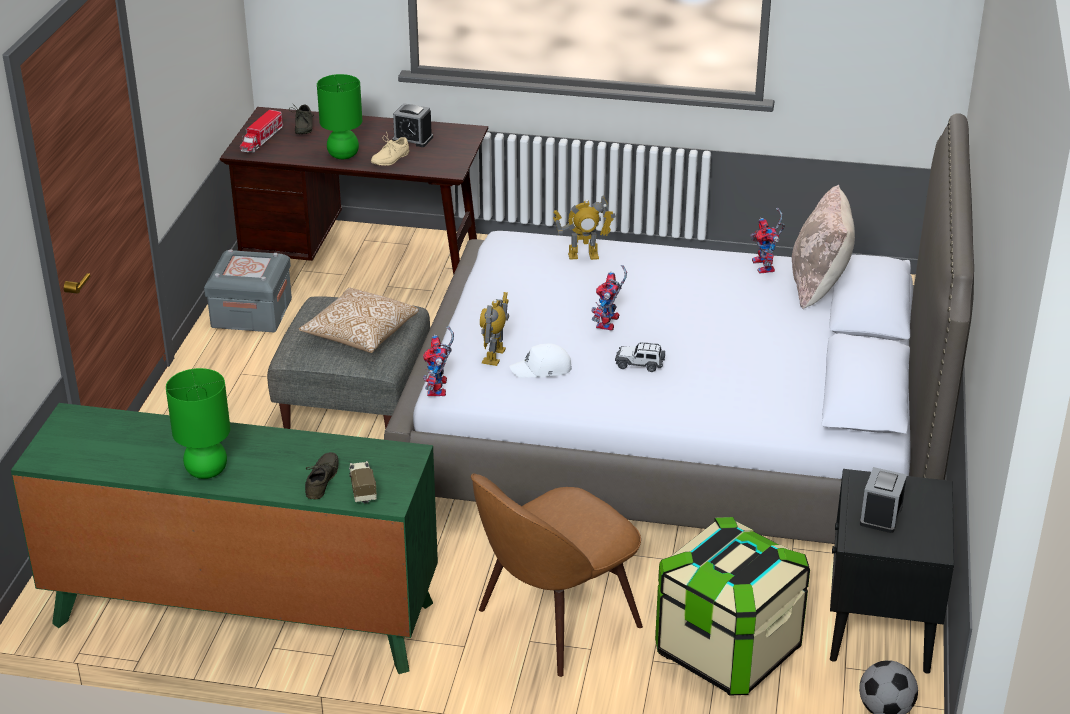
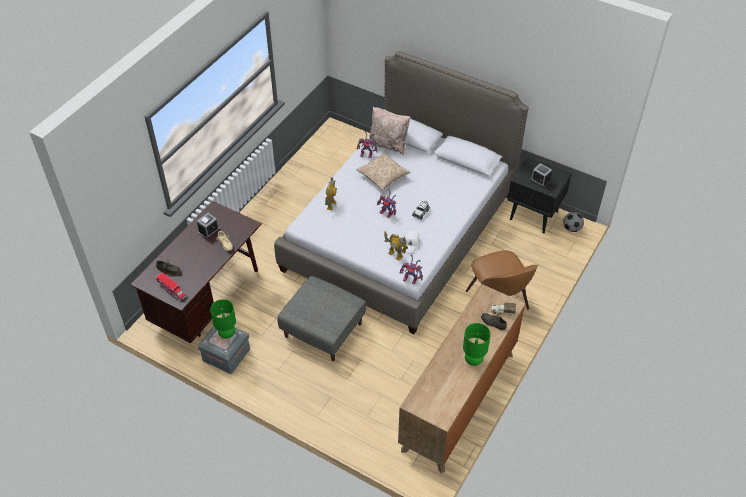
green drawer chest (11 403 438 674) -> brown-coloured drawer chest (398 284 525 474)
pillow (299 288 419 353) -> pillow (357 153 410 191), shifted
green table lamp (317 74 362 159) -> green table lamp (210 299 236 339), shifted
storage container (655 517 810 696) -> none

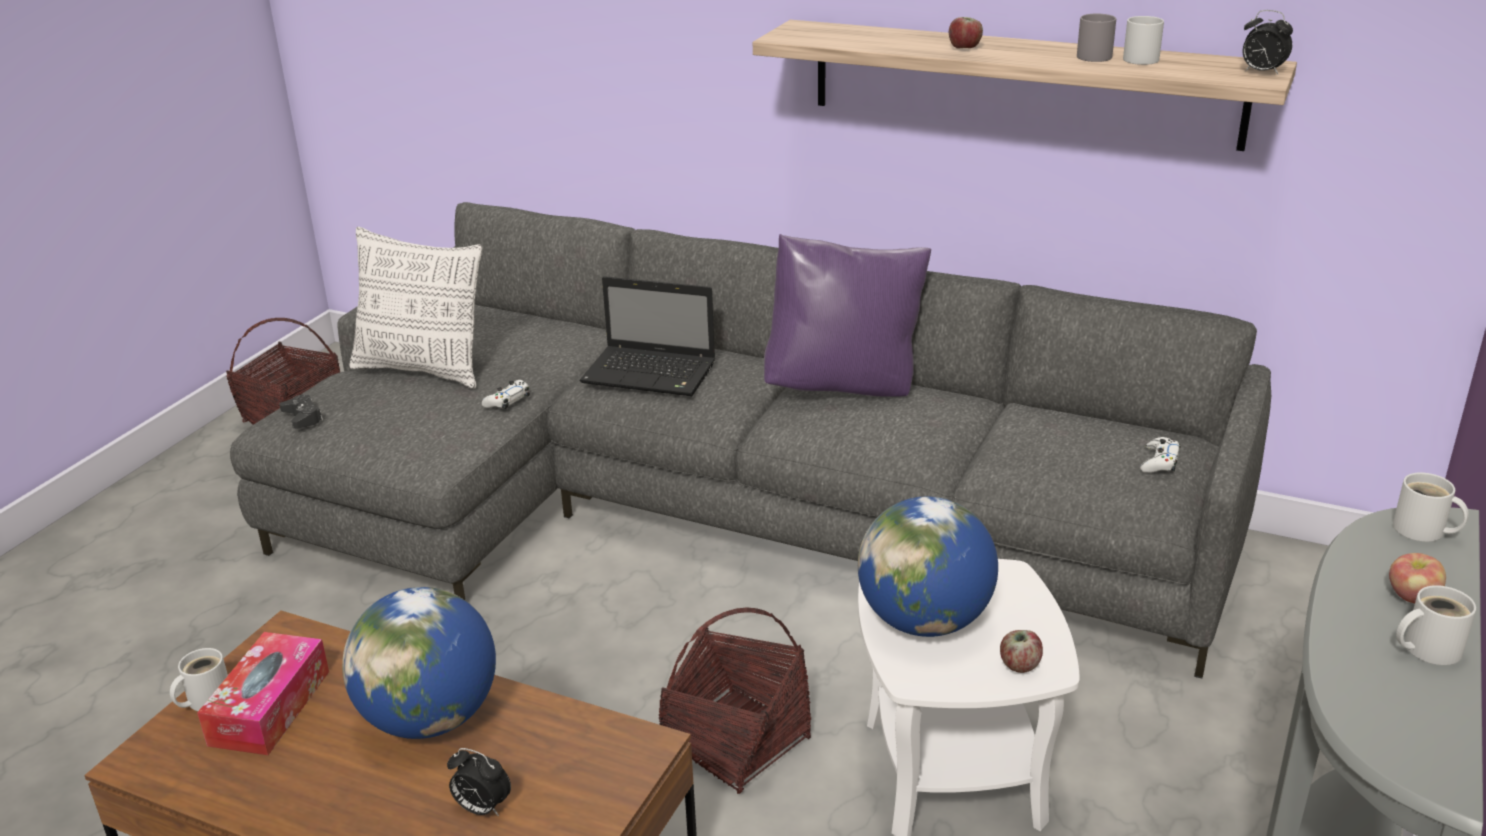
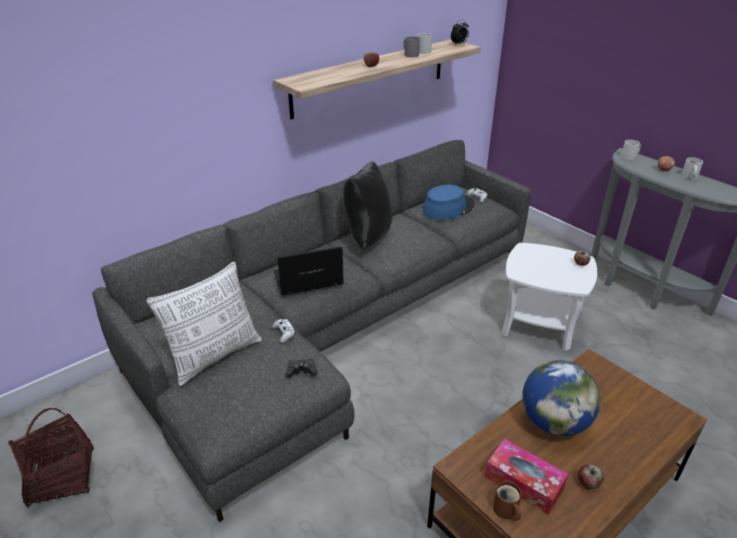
white-coloured tea mug (170 648 228 711) -> brown-coloured tea mug (493 481 522 521)
blackish gamepad (279 395 323 429) -> blackish gamepad (286 358 317 378), shifted
table clock (447 748 511 816) -> none
notebook computer (580 276 715 396) -> notebook computer (274 246 344 295), 150 degrees counterclockwise
basket (659 607 811 794) -> none
purple-coloured pillow (764 234 931 397) -> blackish pillow (343 161 393 250)
world globe (858 496 998 637) -> none
none -> blue wearable hat (423 185 474 220)
none -> whole apple (578 464 604 489)

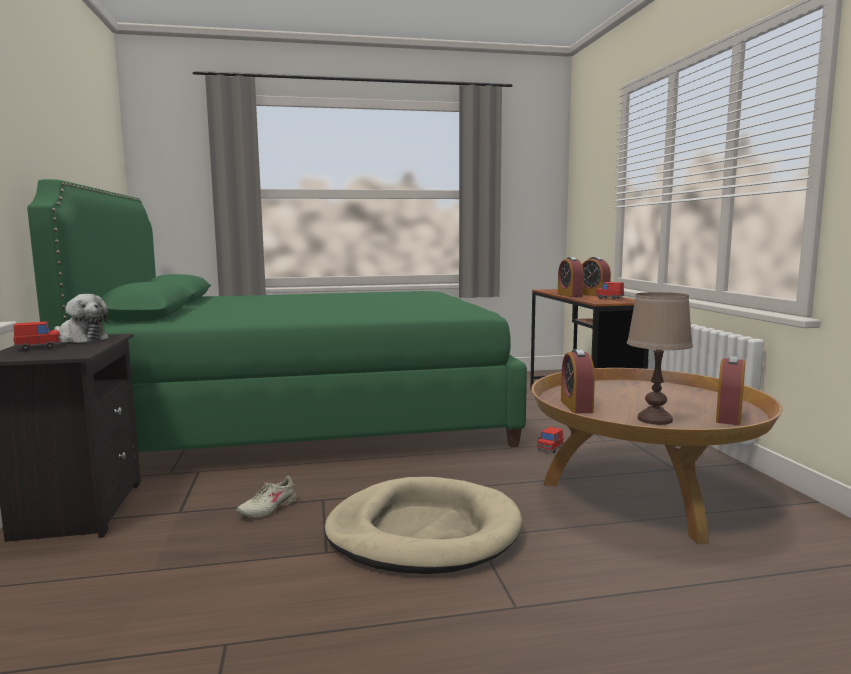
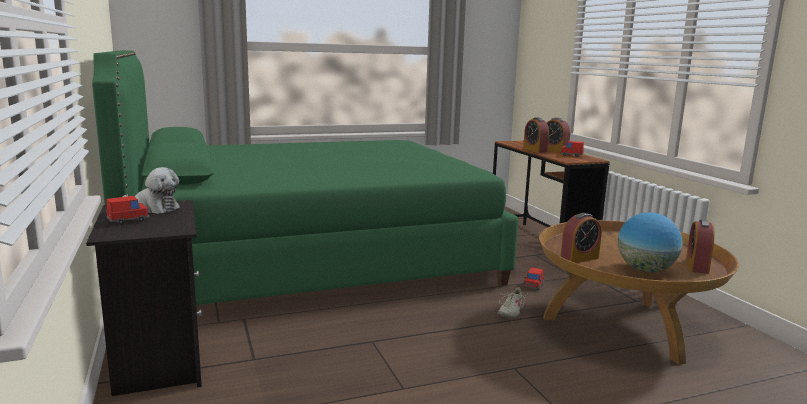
sand-coloured shoe (236 476 297 518) -> sand-coloured shoe (498 287 527 318), shifted
sand-coloured pet bed (324 477 523 574) -> none
table clock (561 349 595 413) -> table clock (561 213 602 263), 105 degrees counterclockwise
brown-coloured table lamp (627 292 693 425) -> world globe (618 212 682 272)

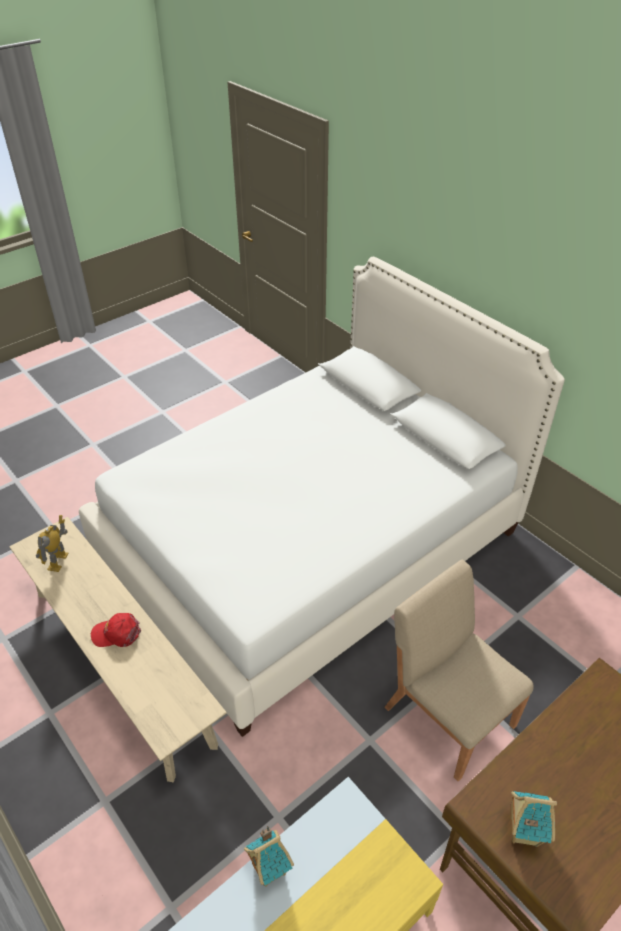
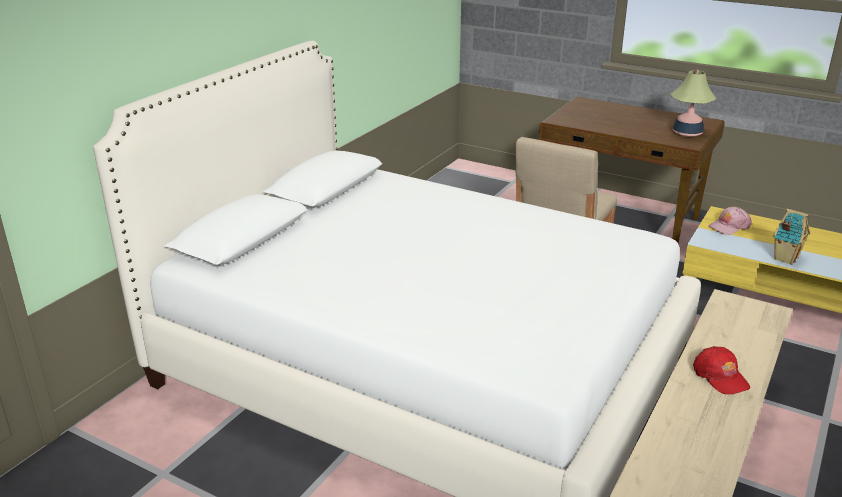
toy robot (36 515 69 572) -> none
miniature house (511 791 557 847) -> table lamp (670 70 717 137)
none -> pink peaked cap (708 207 752 235)

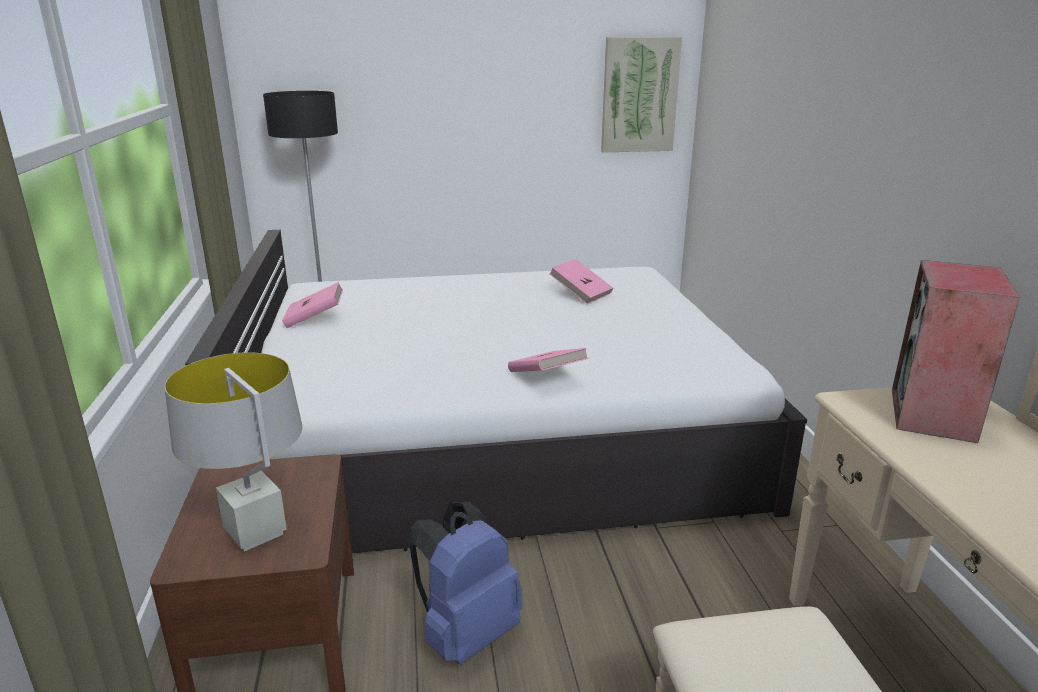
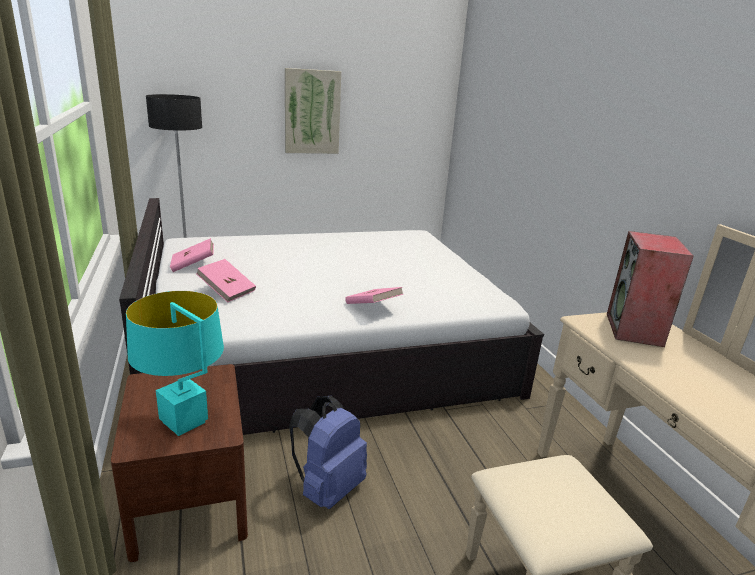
greyish table lamp (165 352 302 551) -> blue-green table lamp (126 291 224 436)
pink volume (549 259 613 304) -> pink volume (196 259 256 302), shifted
wall picture (601 37 682 153) -> wall picture (285 68 341 154), shifted

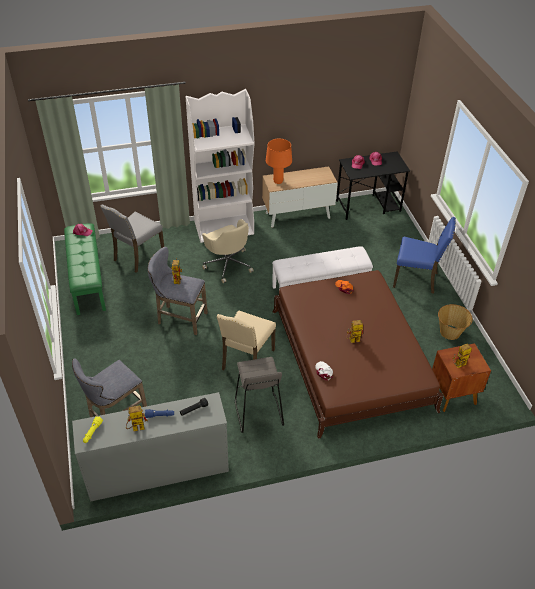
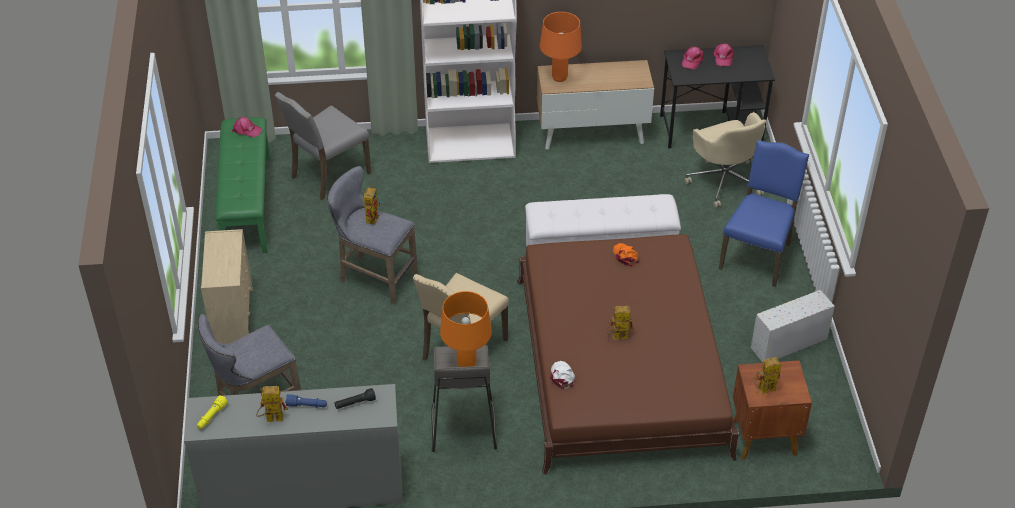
sand-coloured computer chair (202 219 254 283) -> sand-coloured computer chair (684 112 767 208), shifted
blue upright chair (393 217 456 294) -> blue upright chair (719 140 809 287), 90 degrees counterclockwise
basket (438 304 473 340) -> white-coloured storage container (751 290 835 363)
none -> sand-coloured drawer chest (201 229 253 345)
none -> orange table lamp (440 291 492 367)

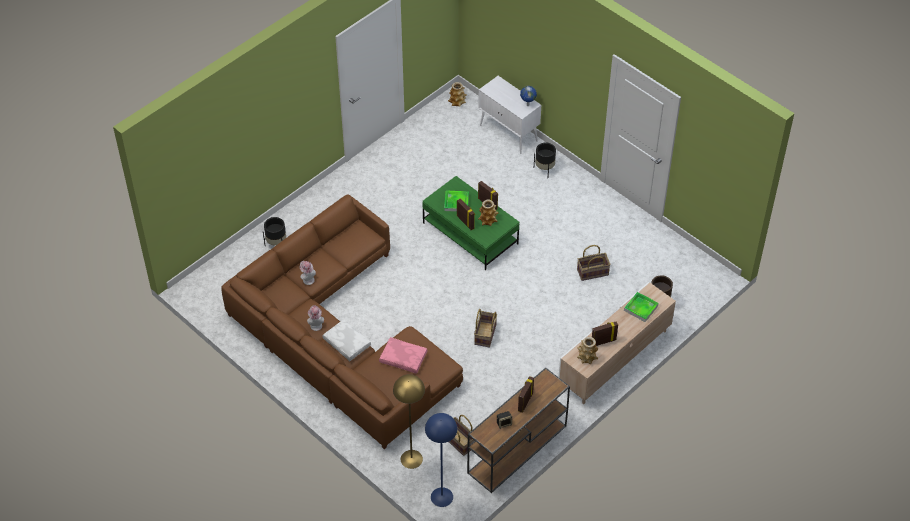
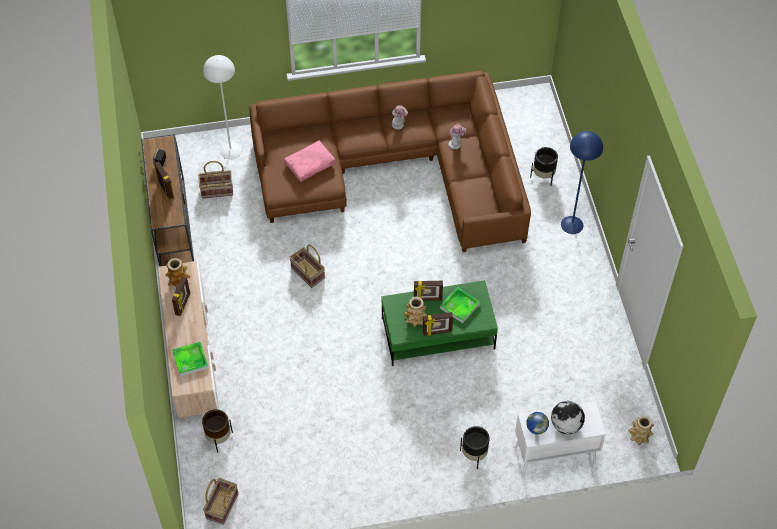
white-coloured pillow (323 319 371 361) -> none
yellowish standing lamp (393 374 425 469) -> white-coloured standing lamp (203 55 242 160)
blue standing lamp (425 413 458 507) -> blue standing lamp (561 131 603 234), shifted
basket (577 245 611 281) -> basket (203 478 238 525), shifted
none -> world globe (551 401 585 434)

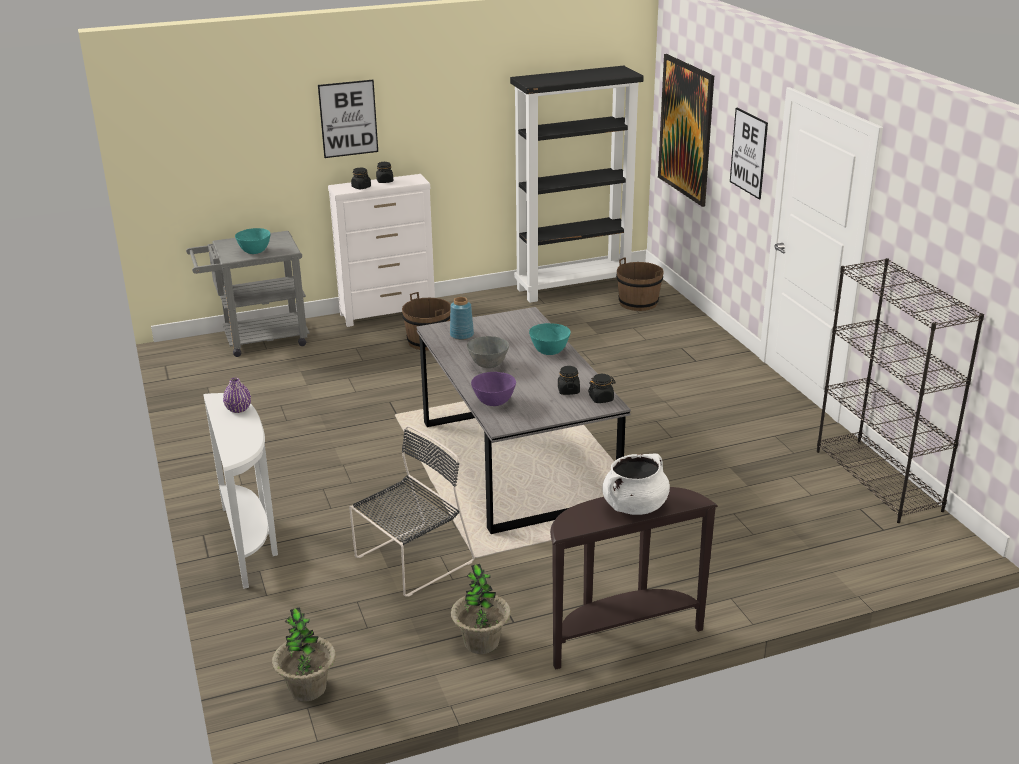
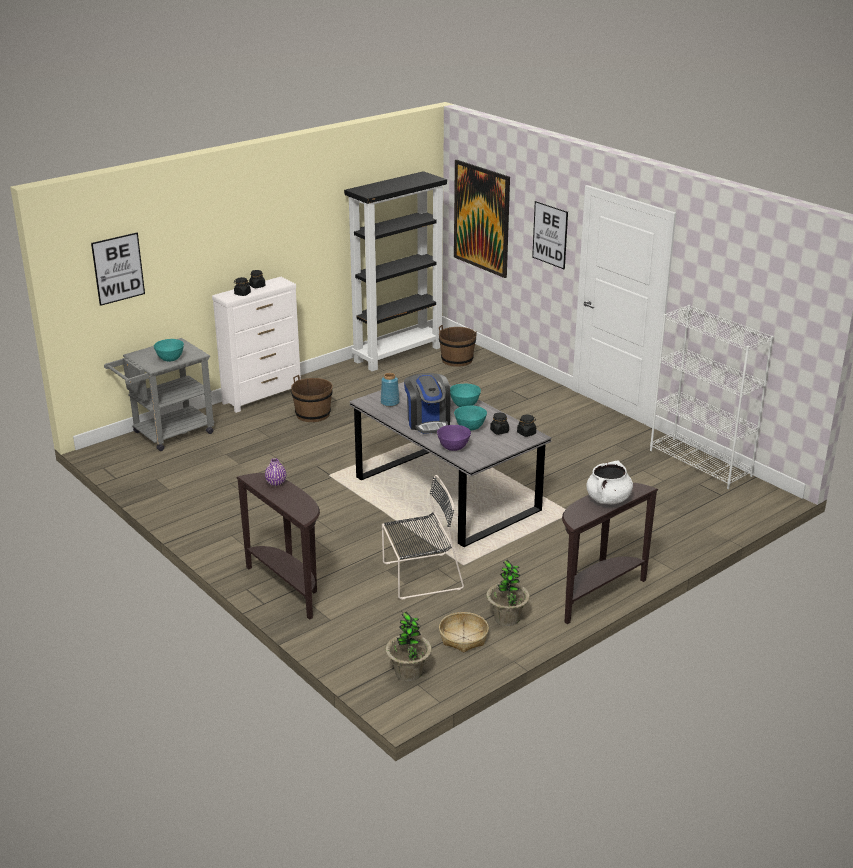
white-coloured console table (203 393 278 589) -> brown-coloured console table (237 473 320 620)
wall picture (318 80 378 158) -> wall picture (91 232 145 306), shifted
blackish upright chair (349 425 475 597) -> blackish upright chair (382 475 464 600), 45 degrees clockwise
greyish bowl (467 336 509 368) -> coffee machine (404 373 451 434)
blackish bookshelf (817 258 984 523) -> white-coloured bookshelf (650 305 774 489)
none -> basket (439 612 489 652)
none -> blue-green bowl (454 406 487 431)

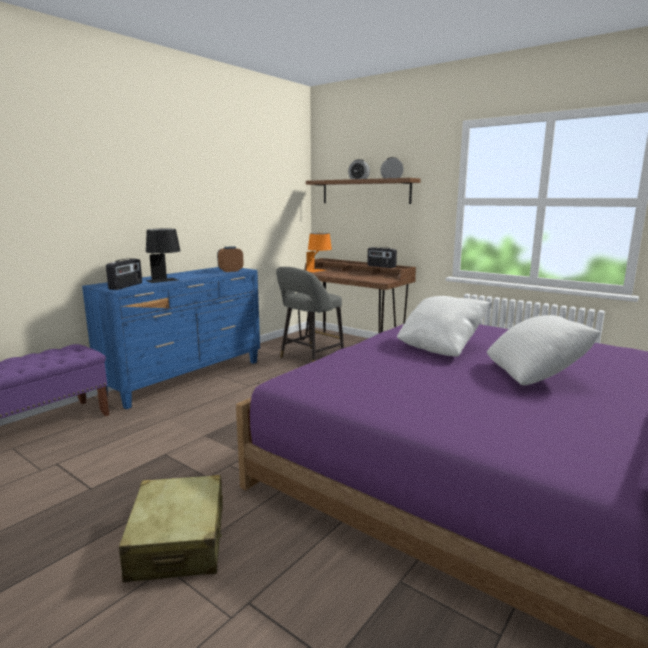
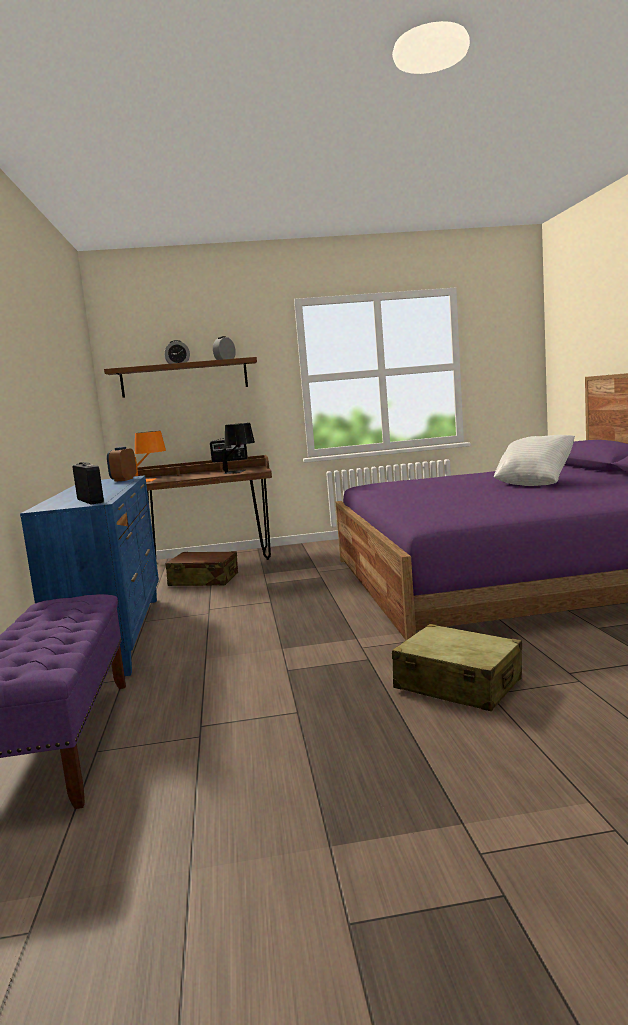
blackish table lamp (146 229 180 283) -> blackish table lamp (221 423 255 474), shifted
greyish stool seat (276 267 344 362) -> brown-coloured travel case (166 551 238 586)
white-coloured pillow (397 296 490 357) -> none

